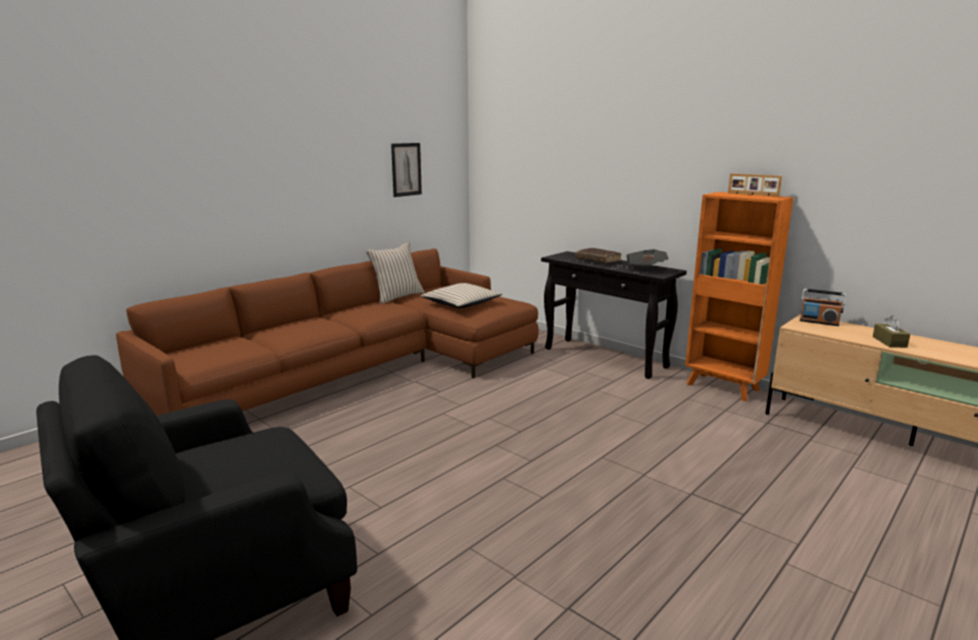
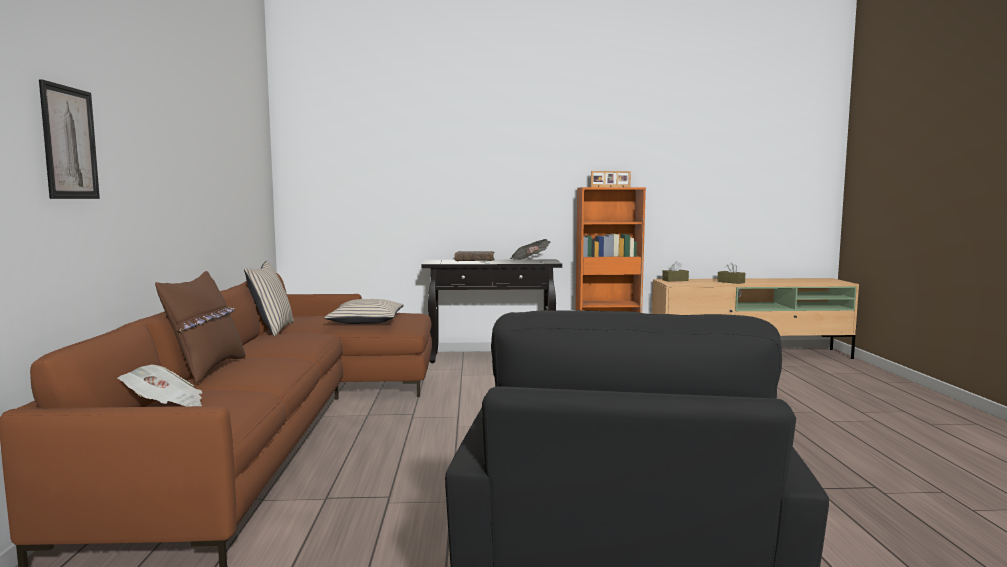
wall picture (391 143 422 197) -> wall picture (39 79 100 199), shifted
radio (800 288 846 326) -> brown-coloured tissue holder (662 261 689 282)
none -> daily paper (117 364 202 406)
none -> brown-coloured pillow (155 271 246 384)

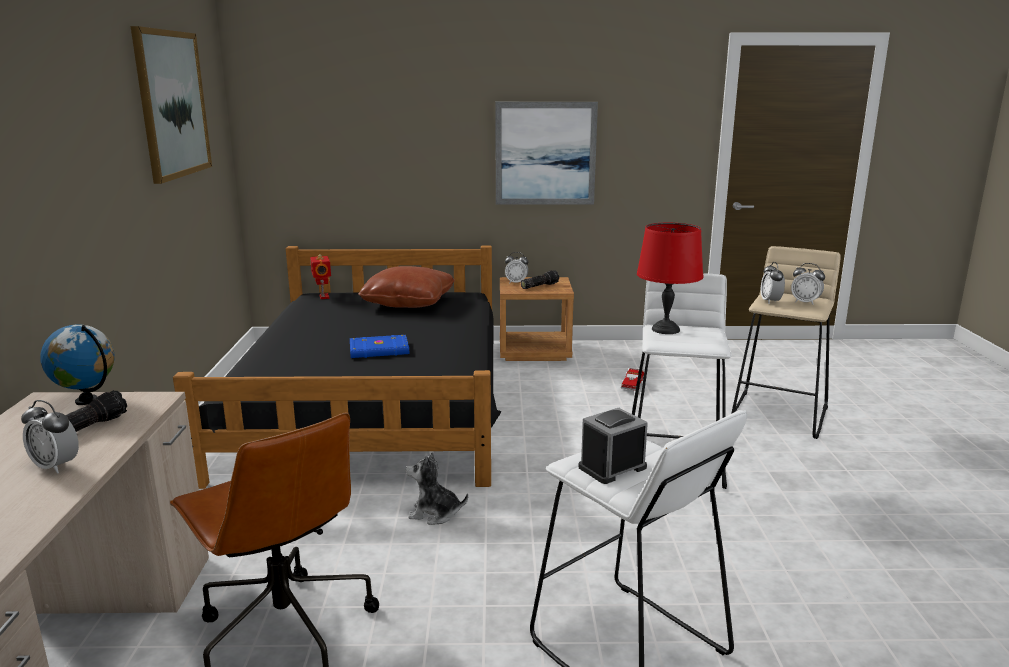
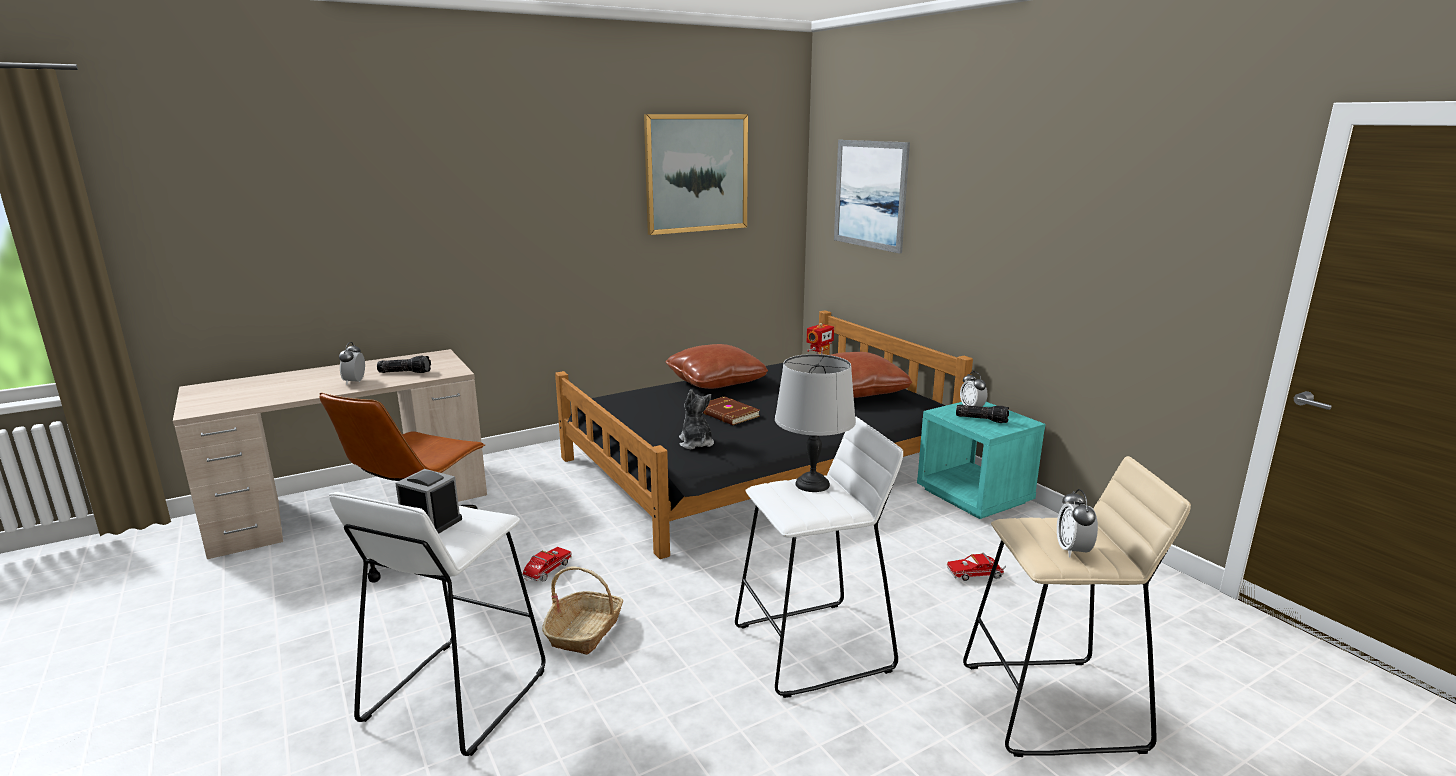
world globe (41 324 115 405) -> none
blue volume (350 335 409 358) -> brown-coloured volume (703 396 760 425)
cuddly toy (406 452 468 525) -> cuddly toy (679 389 714 449), shifted
wall picture (495 102 598 205) -> wall picture (834 140 910 254), shifted
brown-coloured night table (500 277 574 361) -> blue-green night table (917 402 1045 519)
reddish table lamp (637 223 703 334) -> greyish table lamp (775 354 856 492)
table clock (761 262 785 304) -> none
none -> toy lorry (523 547 572 582)
none -> basket (542 567 623 655)
none -> brown-coloured pillow (665 344 768 389)

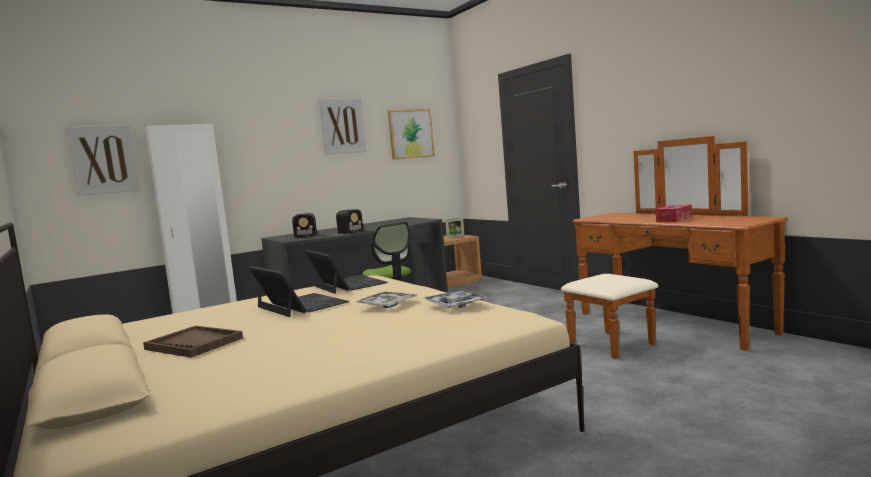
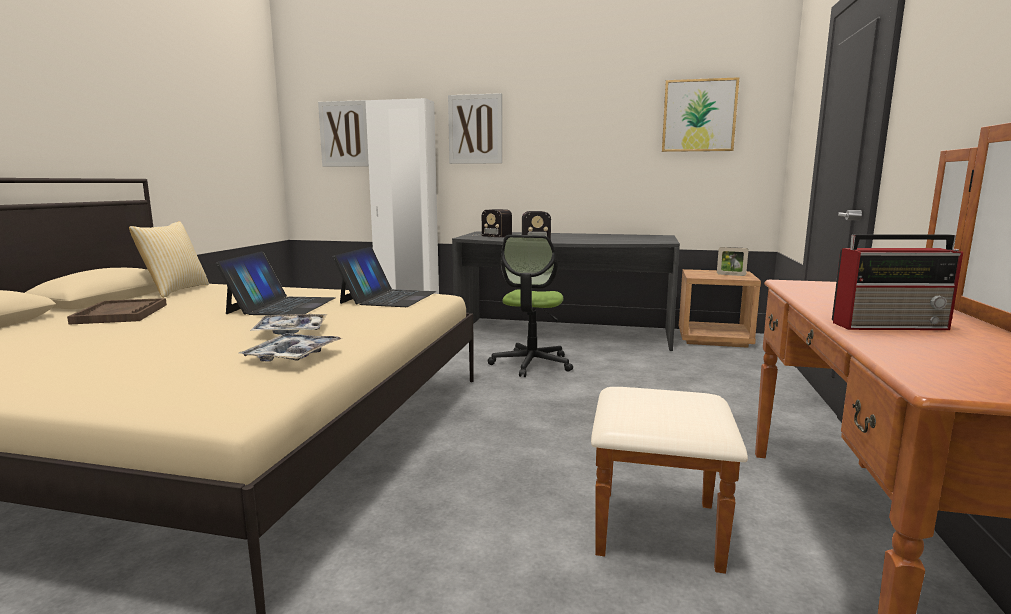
wall picture (319 98 367 155) -> wall picture (448 93 502 164), shifted
tissue holder (656 205 692 222) -> radio (832 234 963 330)
none -> pillow (129 221 209 298)

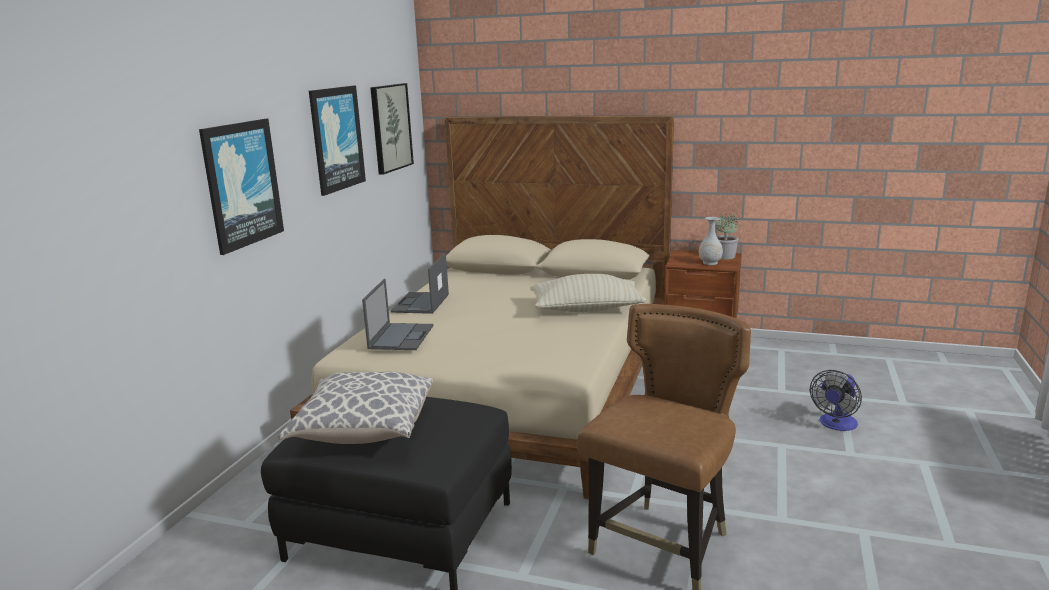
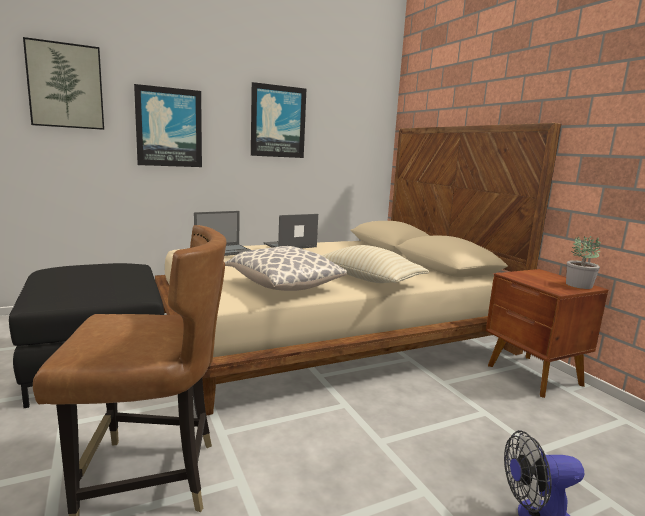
pillow (278 372 433 444) -> pillow (225 246 347 291), shifted
wall picture (370 83 414 175) -> wall picture (23 37 104 130), shifted
white-coloured decorative vase (699 217 723 265) -> none

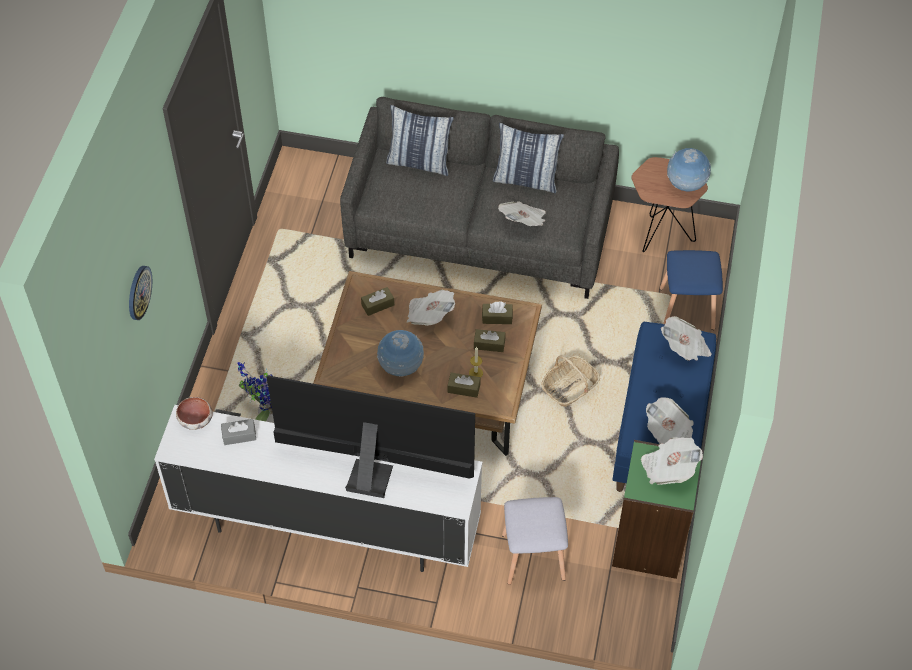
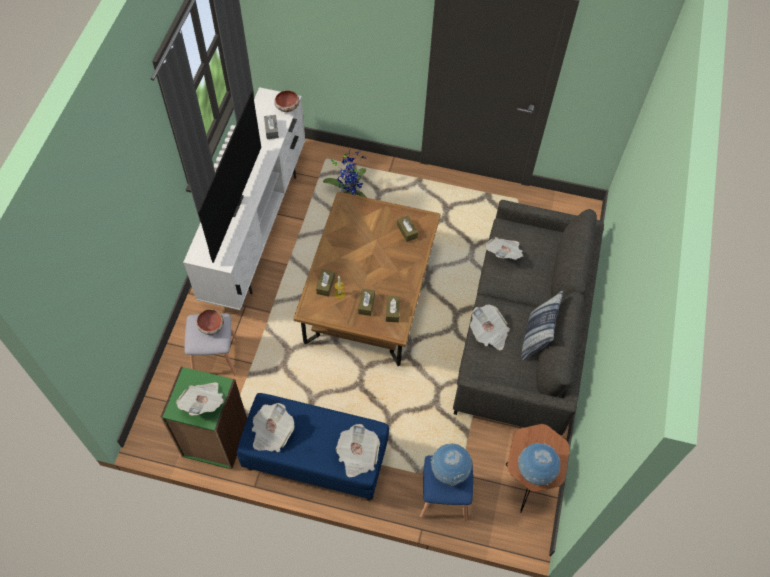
wall clock (129 266 152 320) -> none
world globe (377 330 424 377) -> world globe (431 443 472 486), shifted
pillow (386 105 454 176) -> none
daily paper (407 289 455 326) -> daily paper (485 237 523 260), shifted
basket (541 356 600 407) -> none
none -> bowl (197 309 224 335)

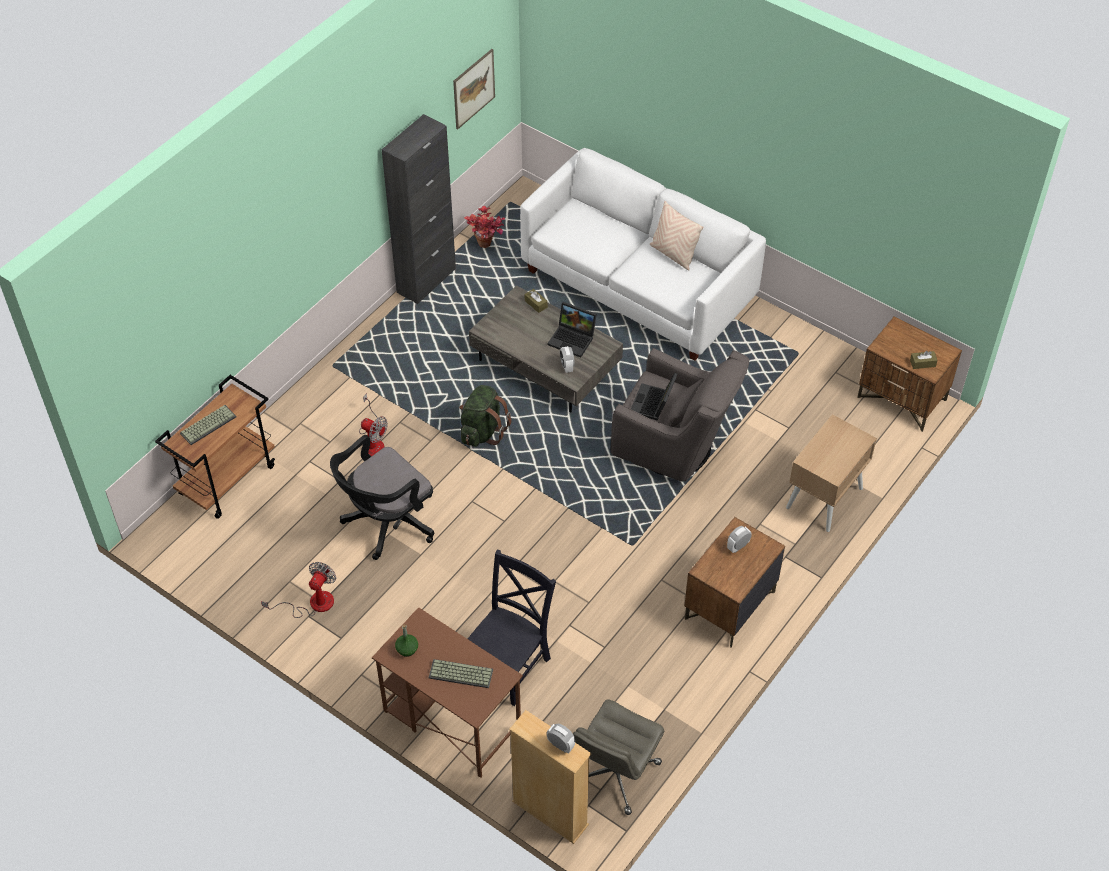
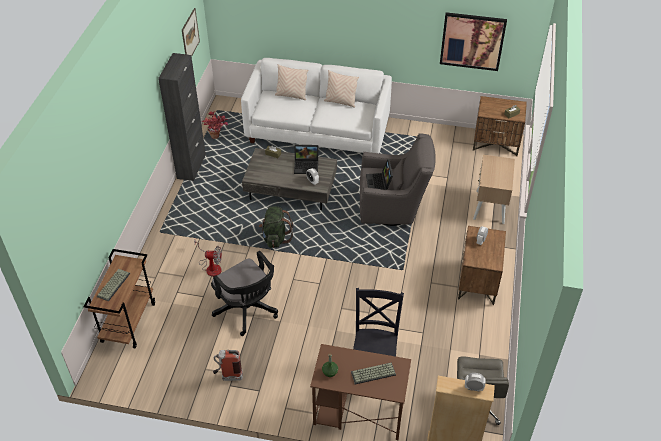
fan (261 562 336 618) -> fire-fighting cylinder (213 350 243 381)
blackish computer chair (330 435 434 560) -> blackish computer chair (211 251 278 336), 60 degrees counterclockwise
none -> sand-coloured pillow (275 64 308 100)
none -> wall picture (440 12 507 71)

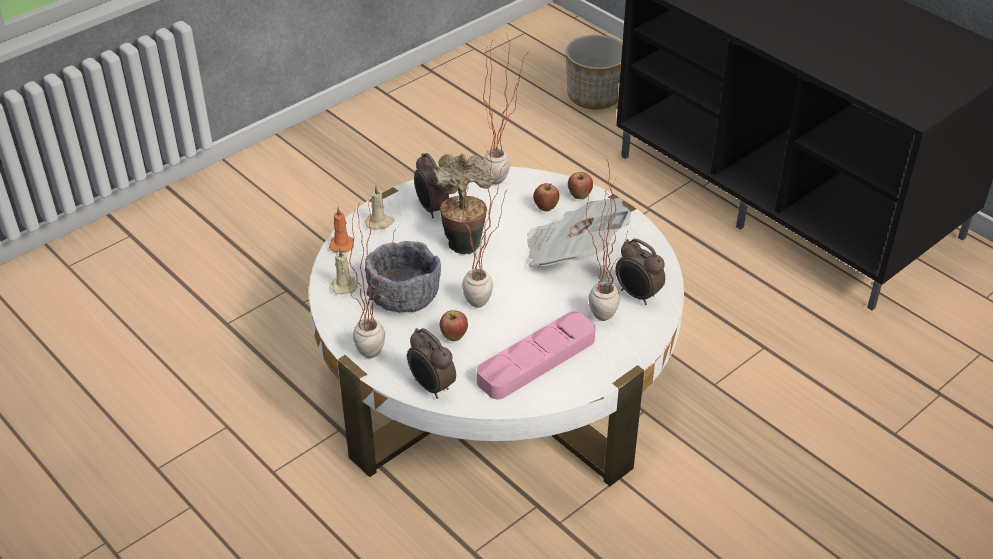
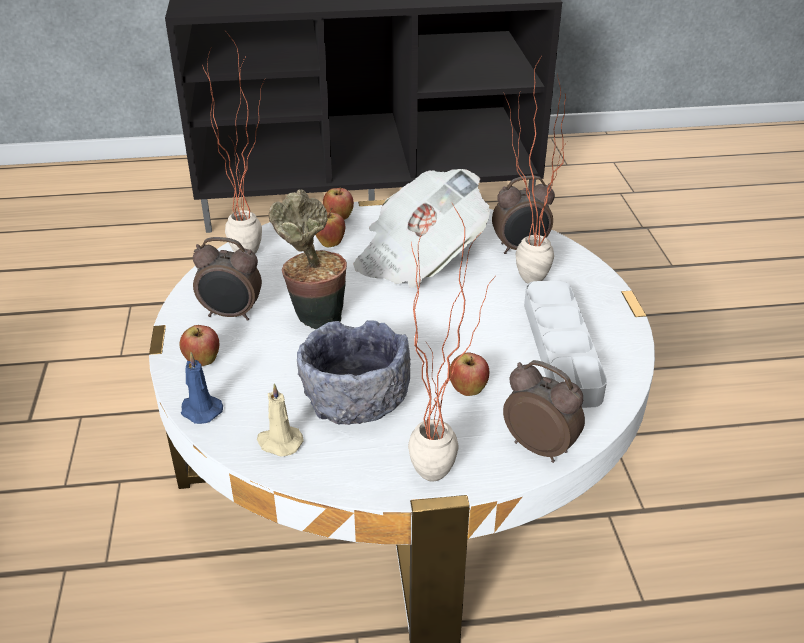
orange wax light (329 207 354 252) -> blue wax light (181 353 223 424)
sand-coloured wax light (365 186 395 230) -> whole apple (180 325 219 366)
table clock (407 328 456 399) -> table clock (503 360 585 463), 135 degrees counterclockwise
houseplant (462 147 507 308) -> none
pink carrying tray (477 311 596 399) -> greyish carrying tray (524 280 607 408)
planter (566 35 623 110) -> none

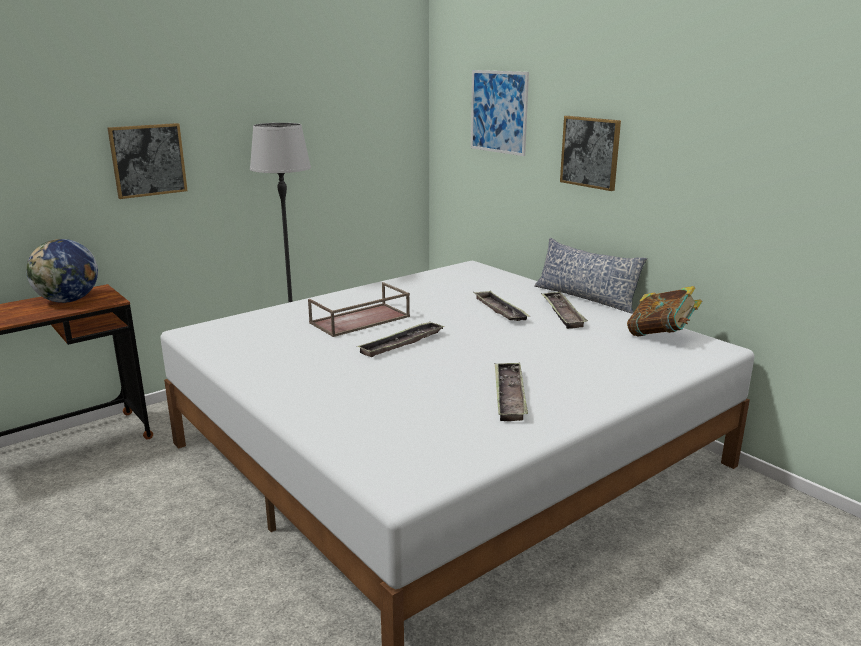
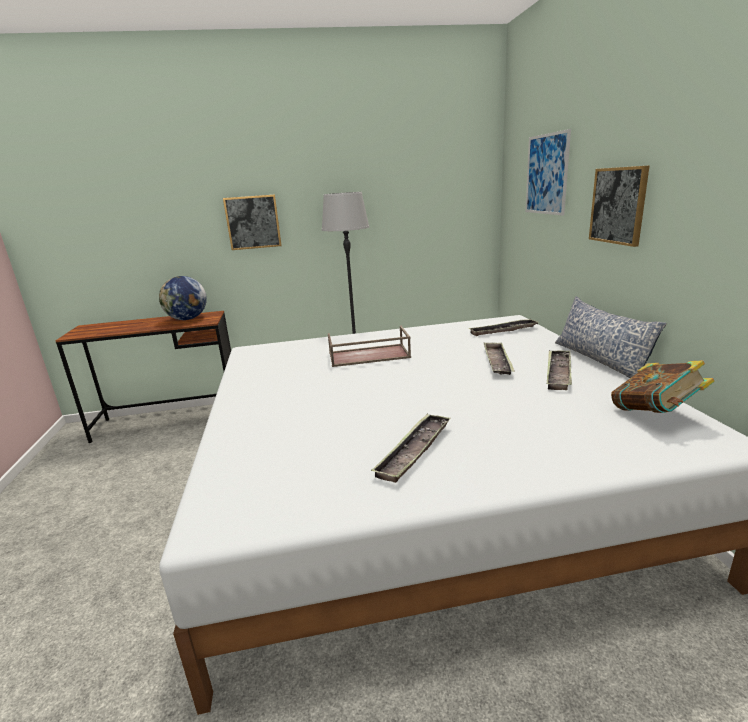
carrying tray (357 321 445 357) -> carrying tray (469 319 539 336), shifted

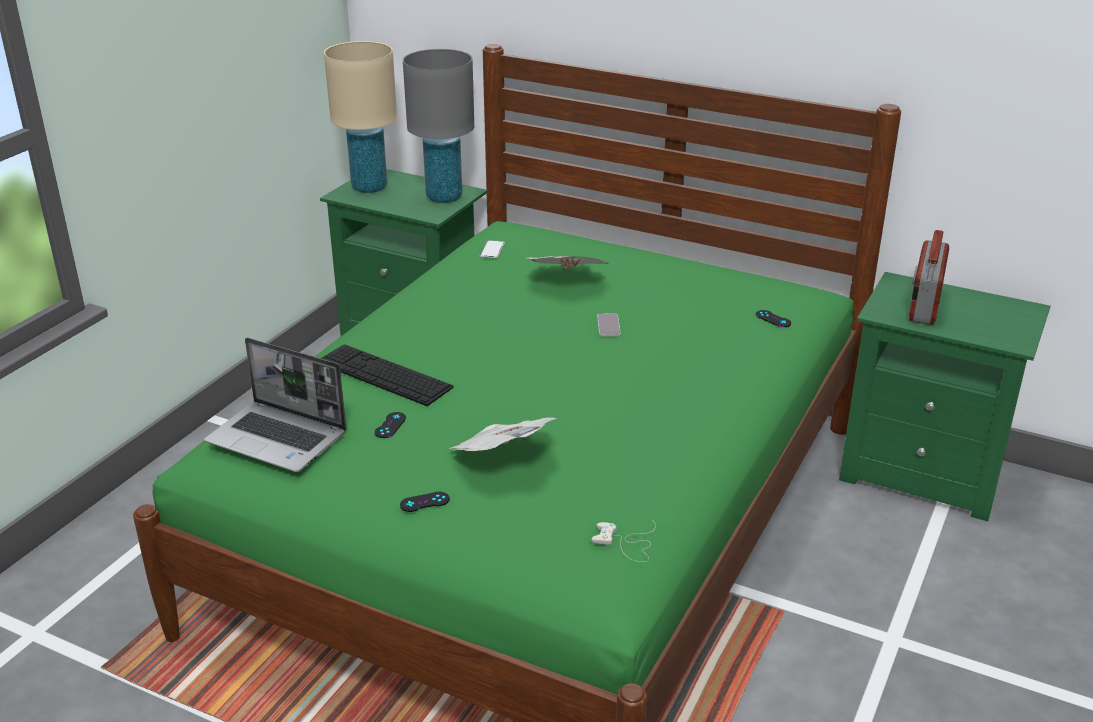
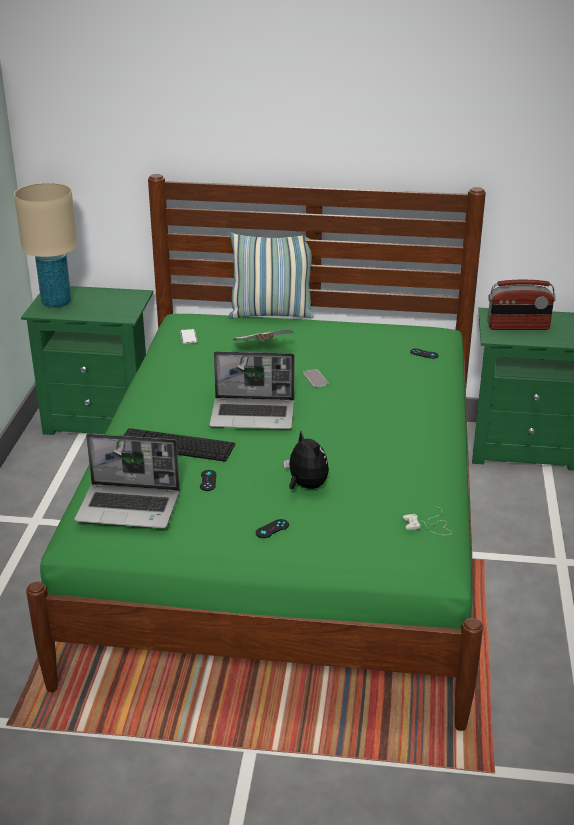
greyish table lamp (403 49 474 203) -> none
daily paper (449 417 556 451) -> cuddly toy (283 431 329 489)
radio (909 230 949 325) -> radio (488 280 556 330), 90 degrees counterclockwise
none -> notebook computer (209 351 295 429)
none -> pillow (228 232 314 319)

